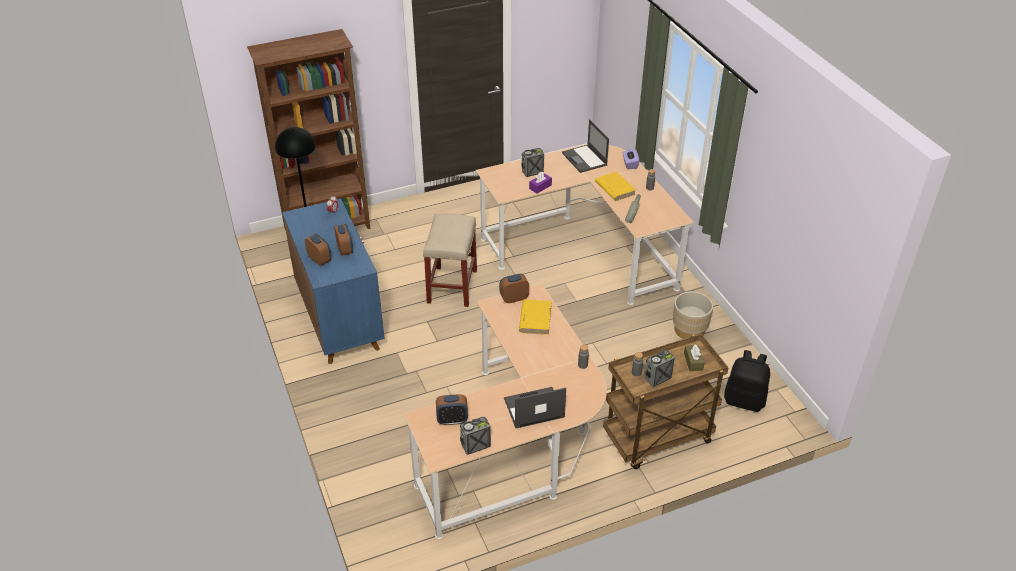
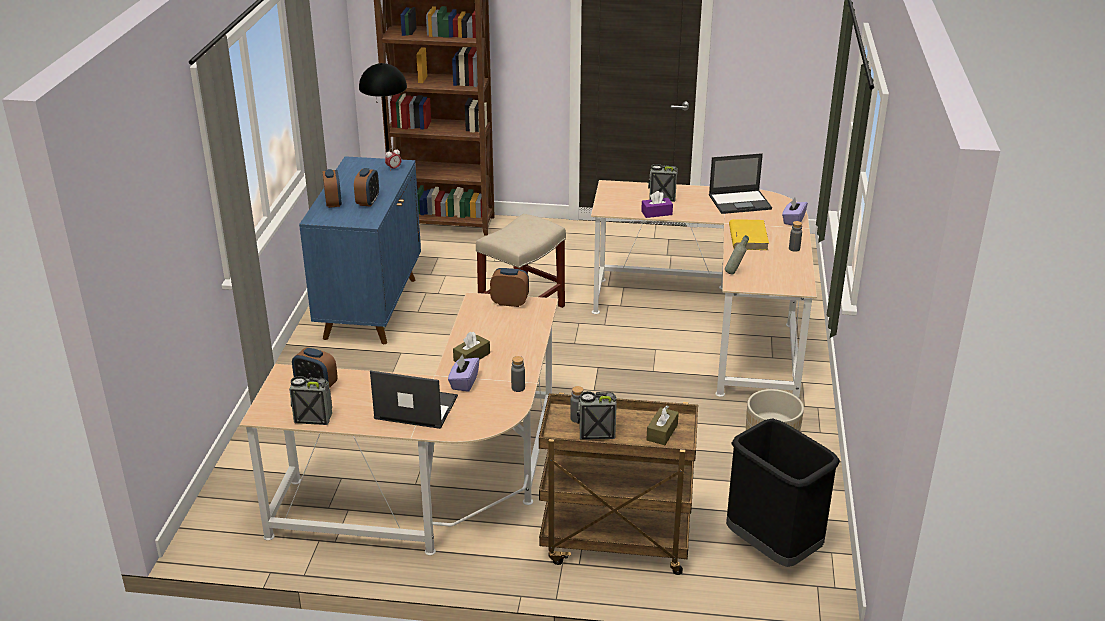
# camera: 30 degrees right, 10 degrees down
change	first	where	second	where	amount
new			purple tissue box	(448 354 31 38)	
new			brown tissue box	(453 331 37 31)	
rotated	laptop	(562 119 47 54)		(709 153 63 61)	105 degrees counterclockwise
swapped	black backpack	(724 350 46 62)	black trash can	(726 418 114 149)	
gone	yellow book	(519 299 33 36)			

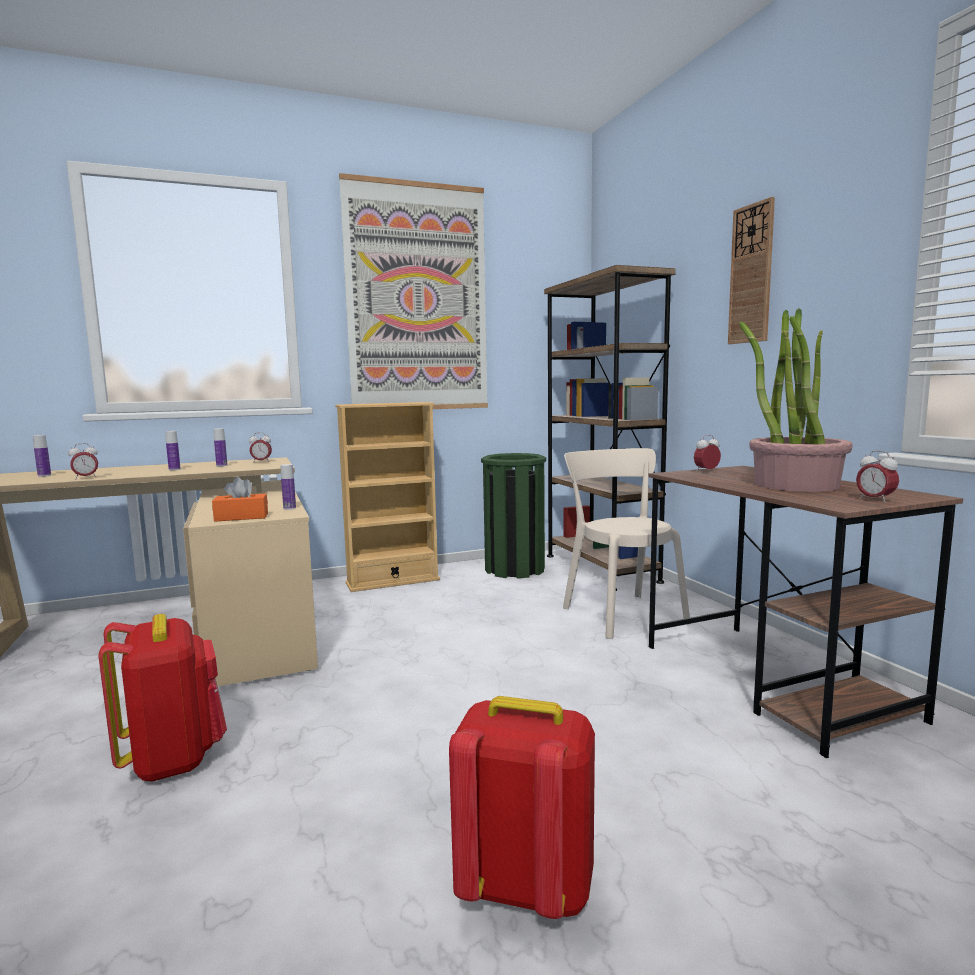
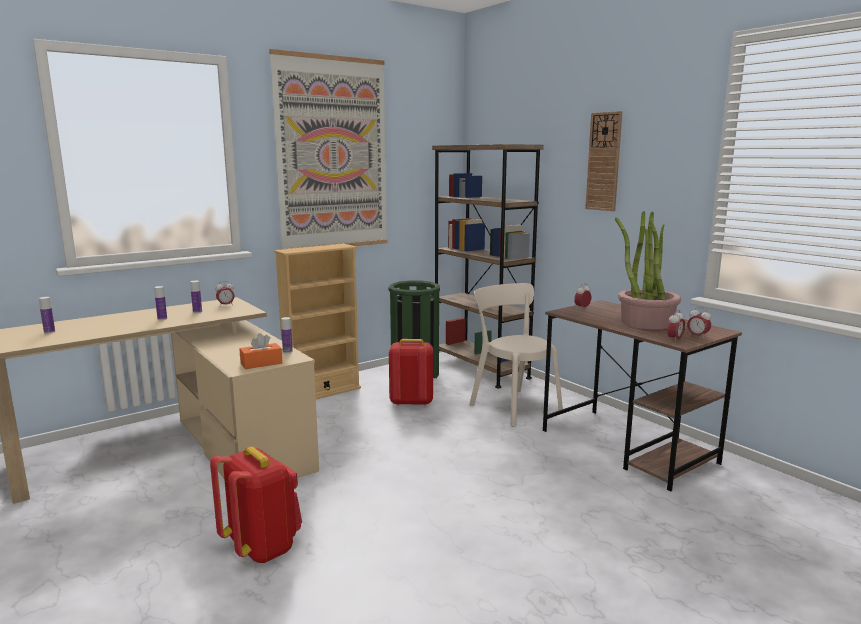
# camera: 15 degrees left, 5 degrees up
change	first	where	second	where	amount
shifted	red backpack	(449 696 146 223)		(389 339 44 67)	
shifted	alarm clock	(68 443 30 35)		(667 310 18 31)	

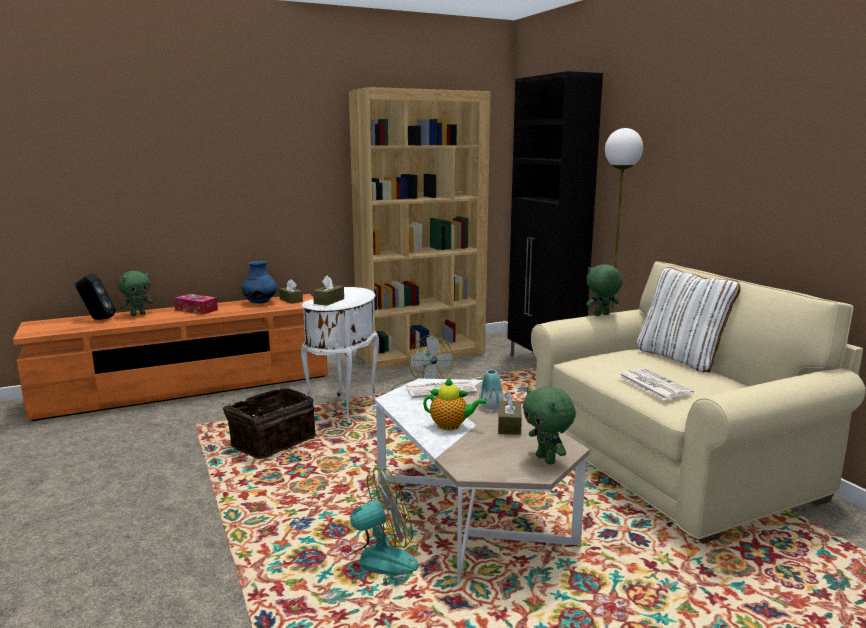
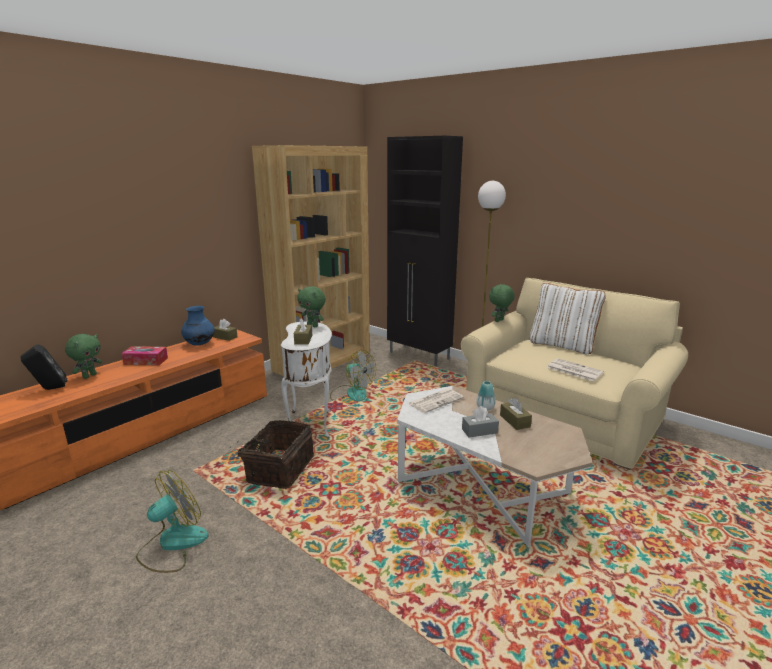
# camera: 25 degrees left, 5 degrees up
change	first	where	second	where	amount
shifted	fan	(331 467 88 119)		(136 470 72 103)	
shifted	green plush toy	(523 386 53 78)		(297 286 29 41)	
swapped	teapot	(423 378 64 52)	grey tissue box	(462 406 37 32)	

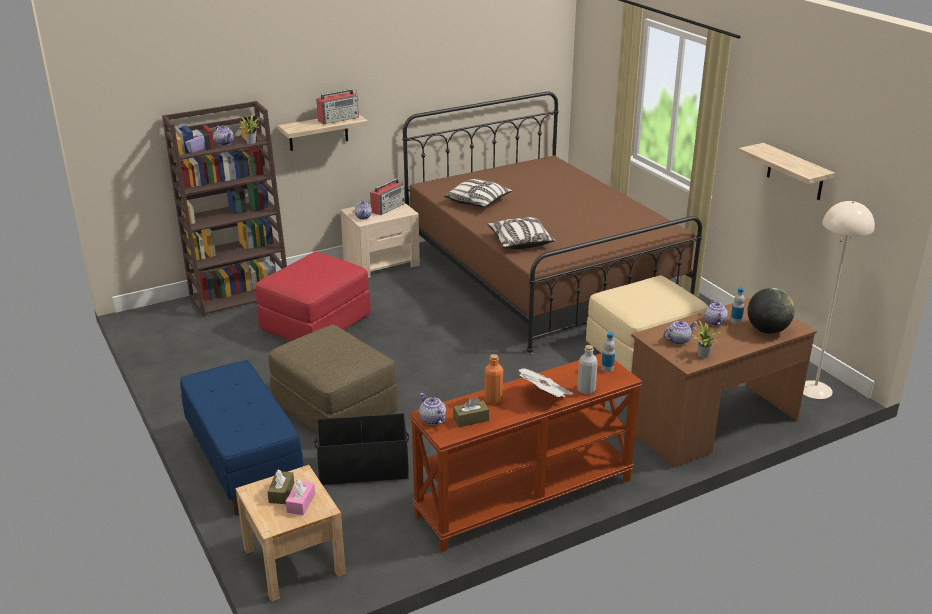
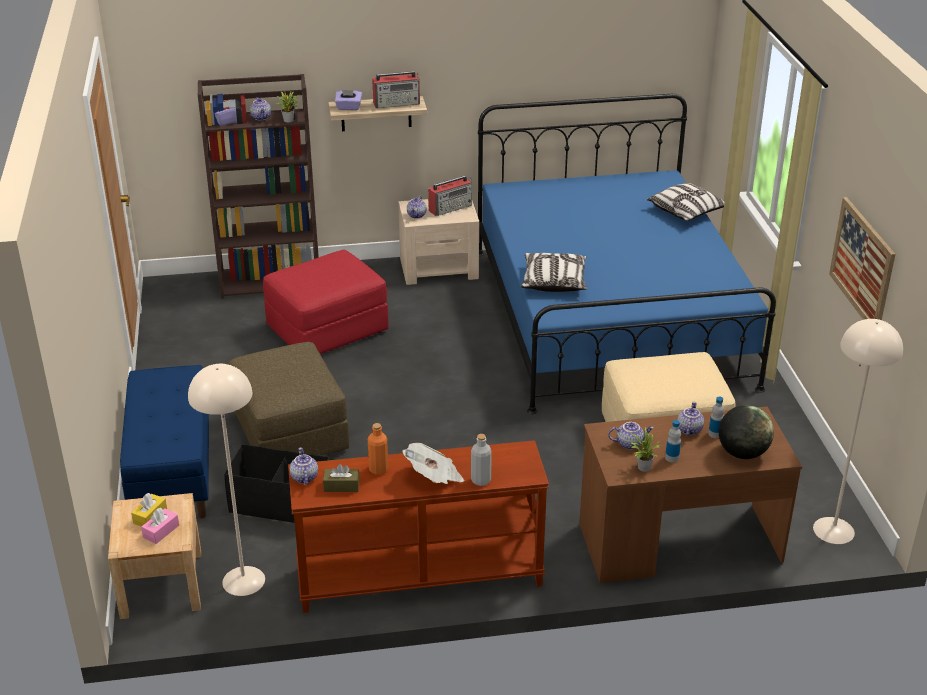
# camera: 20 degrees right, 5 degrees up
change	first	where	second	where	amount
repainted	brown tissue box	(267 469 27 35)	yellow tissue box	(131 493 36 34)	
new			beige floor lamp	(188 364 77 232)	
new			purple tissue box	(335 90 27 20)	
repainted	brown bed	(402 92 300 263)	blue bed	(478 94 298 320)	
shifted	pillow	(444 179 69 28)		(647 182 77 39)	
shifted	bottle	(601 332 14 40)		(665 420 16 42)	
swapped	shelf	(738 143 97 57)	picture	(829 197 66 123)	

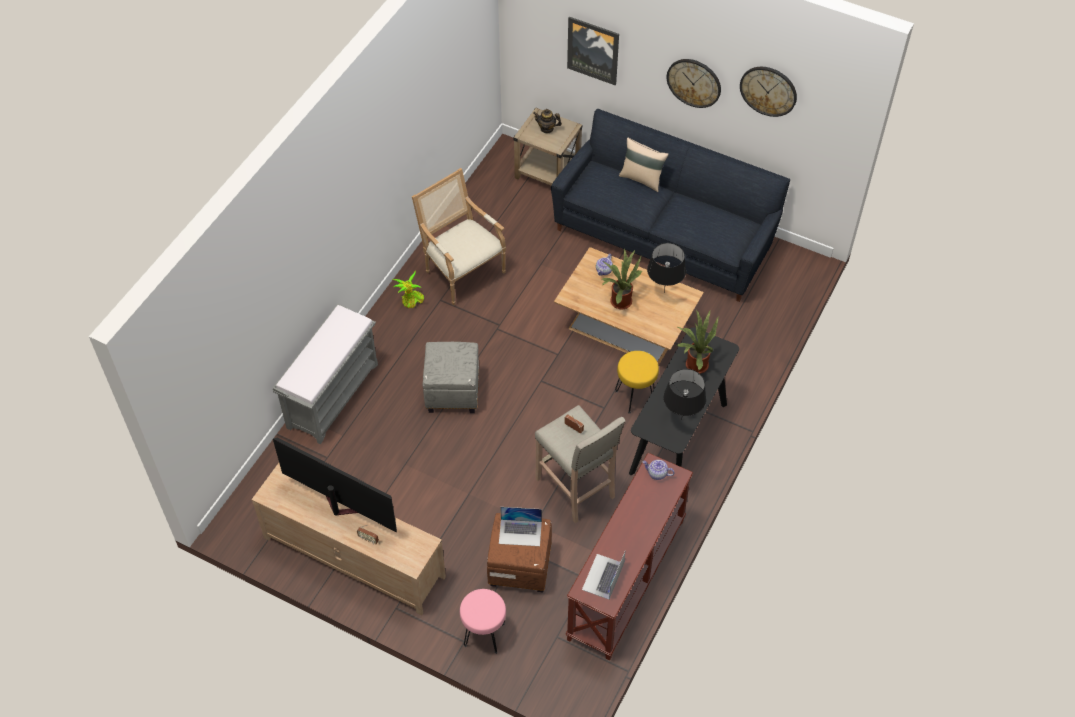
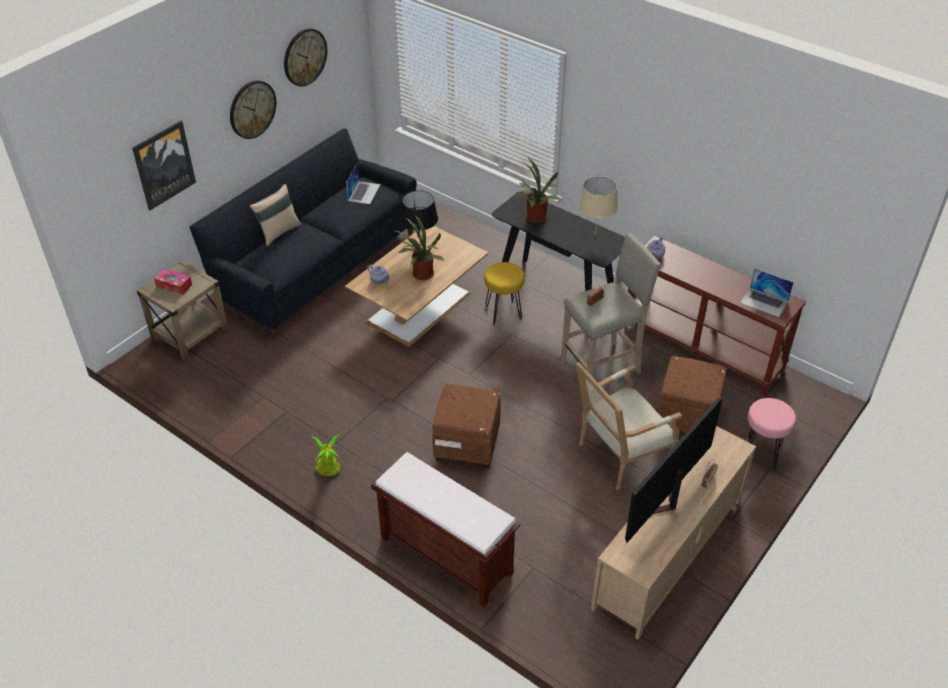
# camera: 80 degrees left, 10 degrees down
change	first	where	second	where	amount
swapped	teapot	(533 109 29 24)	tissue box	(154 269 38 26)	
shifted	laptop	(499 507 43 39)		(346 164 34 40)	
repainted	grey bench	(273 304 105 140)	brown bench	(371 452 149 155)	
repainted	grey ottoman	(423 342 56 71)	brown ottoman	(432 384 69 85)	
shifted	armchair	(412 168 94 137)		(576 362 106 129)	
repainted	black table lamp	(663 369 43 51)	beige table lamp	(578 176 40 59)	

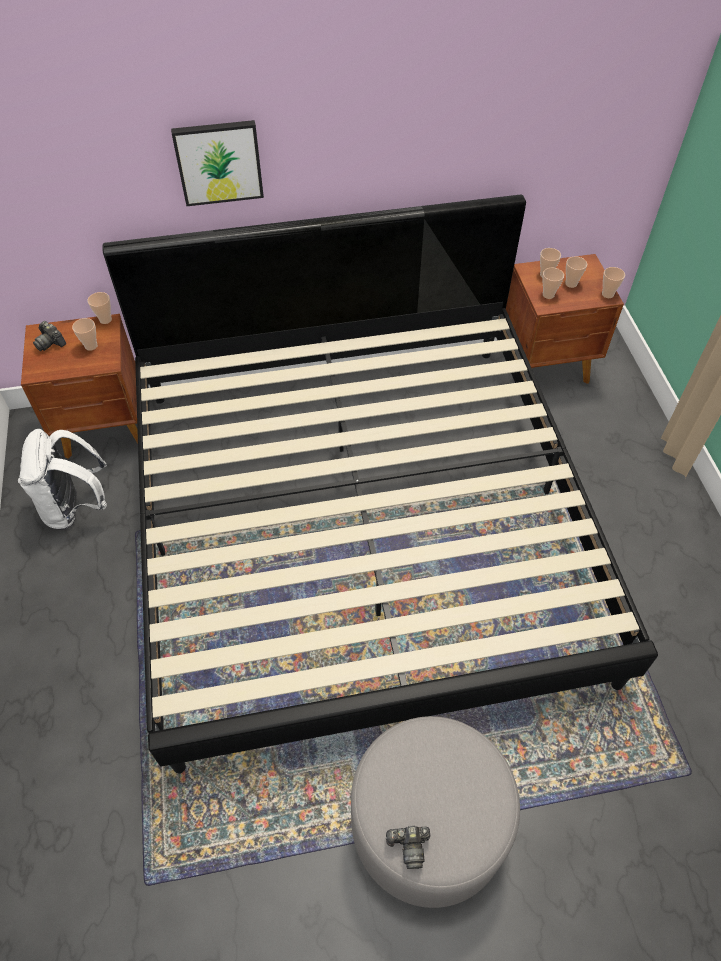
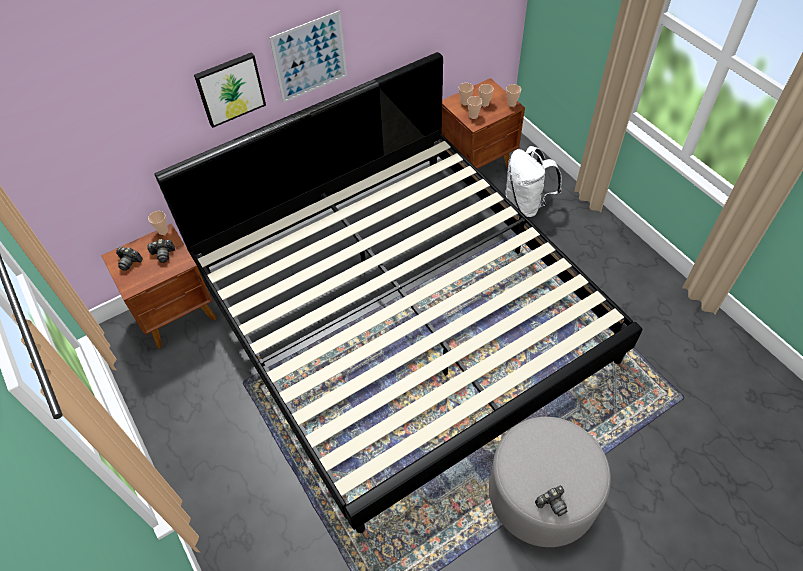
# camera: 20 degrees left, 0 degrees up
change	first	where	second	where	amount
swapped	cup	(72 318 26 33)	photo camera	(147 239 28 24)	
new			picture	(269 10 78 93)	
shifted	white backpack	(18 429 89 101)		(505 146 57 71)	

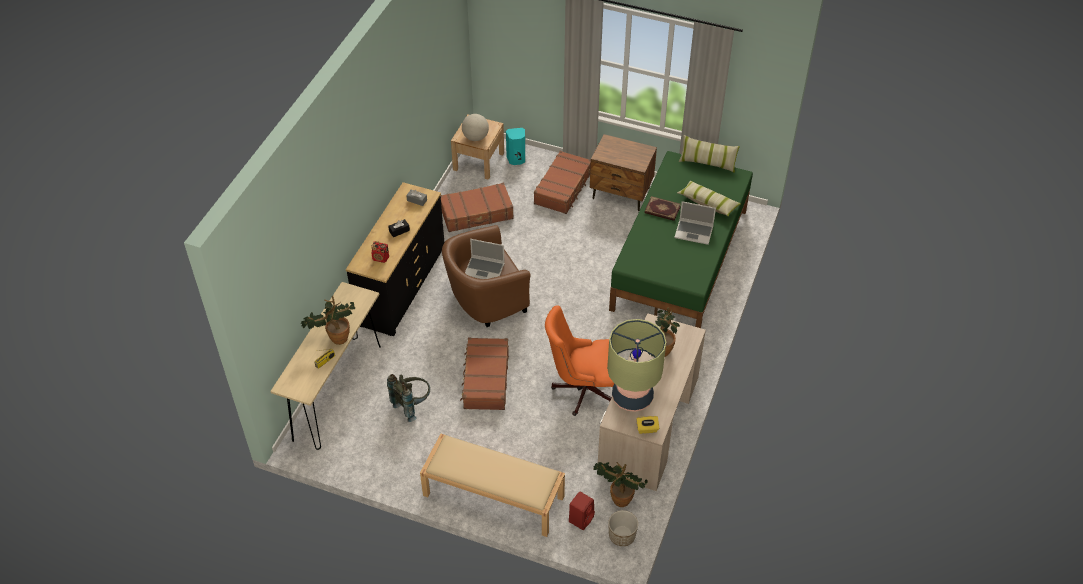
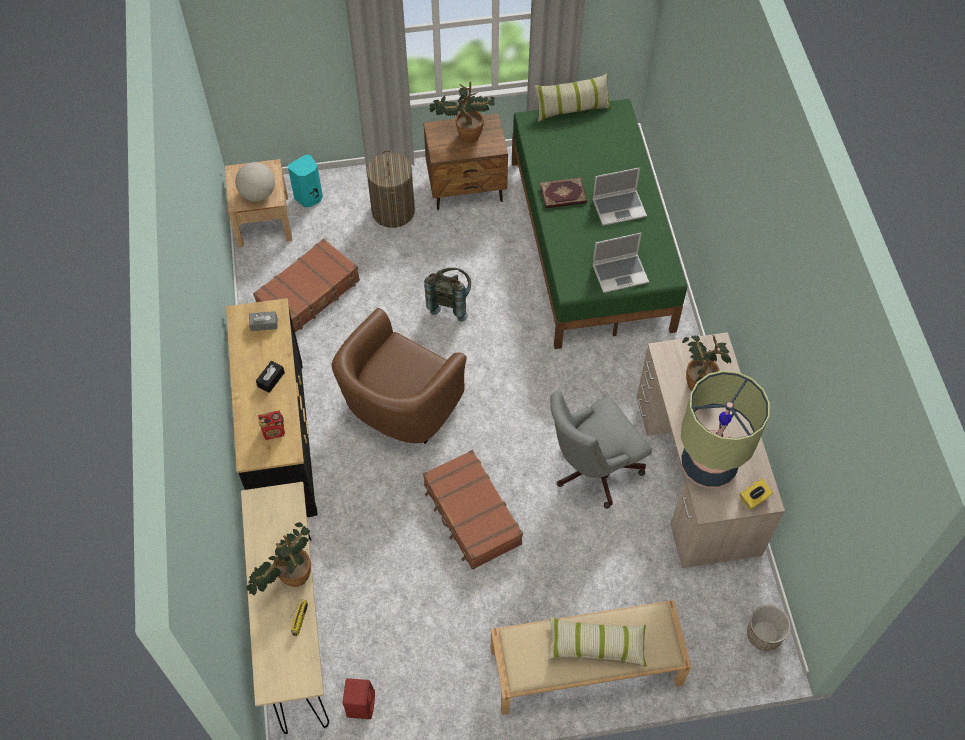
# camera: 30 degrees left, 10 degrees up
change	first	where	second	where	amount
shifted	red speaker	(569 491 26 39)		(343 678 32 41)	
swapped	brown suitcase	(534 151 57 63)	laundry basket	(366 150 49 78)	
shifted	grey backpack	(387 374 43 48)		(424 267 47 55)	
shifted	potted plant	(593 462 55 45)		(429 82 66 61)	
shifted	pillow	(677 181 64 35)		(548 617 99 50)	
repainted	orange office chair	(545 305 69 111)	grey office chair	(550 391 102 118)	
shifted	laptop	(465 239 40 40)		(592 233 57 60)	

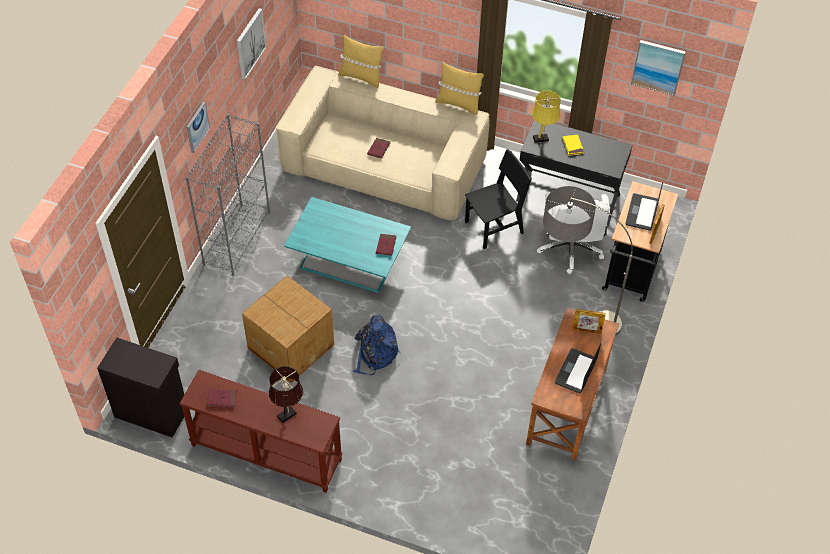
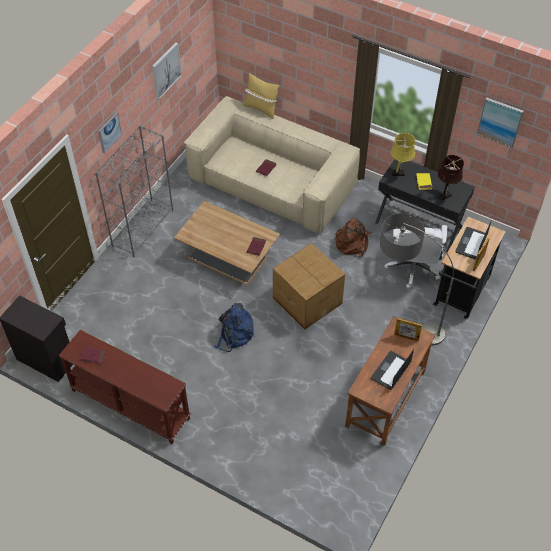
# camera: 10 degrees right, 0 degrees up
change	first	where	second	where	amount
repainted	turquoise coffee table	(284 197 127 96)	brown coffee table	(174 201 106 84)	
shifted	cardboard box	(242 276 92 107)		(273 243 72 87)	
swapped	black chair	(465 149 67 100)	brown backpack	(335 218 36 40)	
shifted	brown table lamp	(269 366 34 57)		(438 155 26 46)	
gone	yellow pillow	(435 62 49 53)			

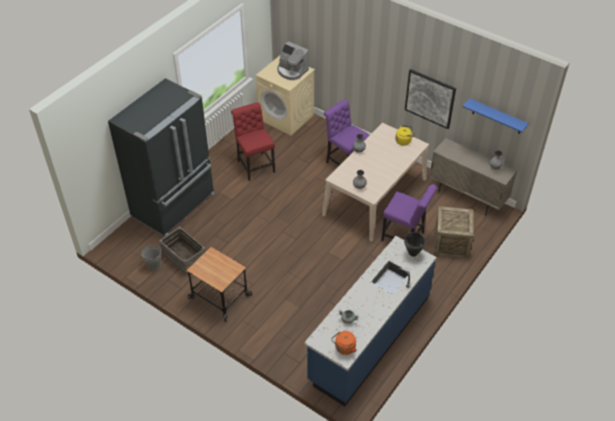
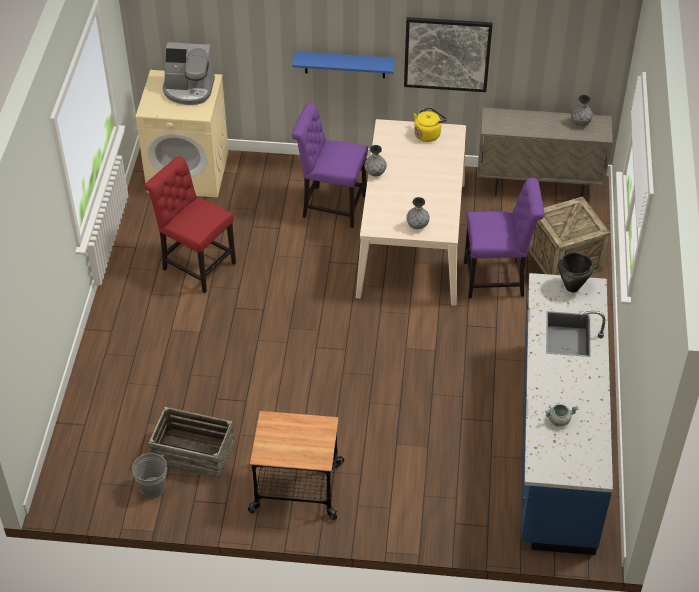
# camera: 30 degrees left, 0 degrees up
change	first	where	second	where	amount
shifted	blue shelf	(463 98 66 36)		(292 51 103 27)	
gone	black fridge	(108 78 107 158)			
gone	orange kettle	(331 331 26 24)			

